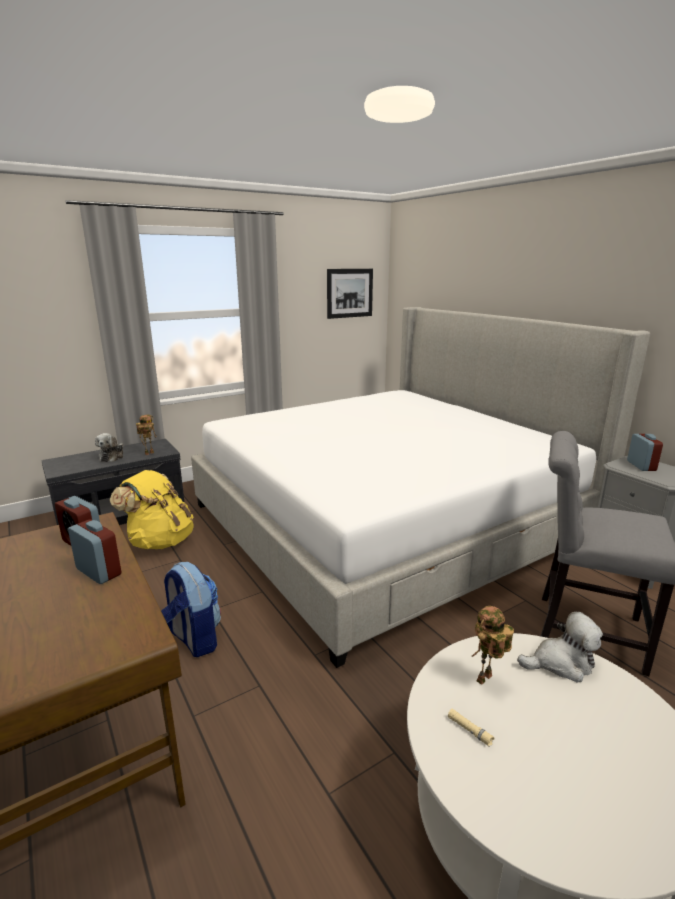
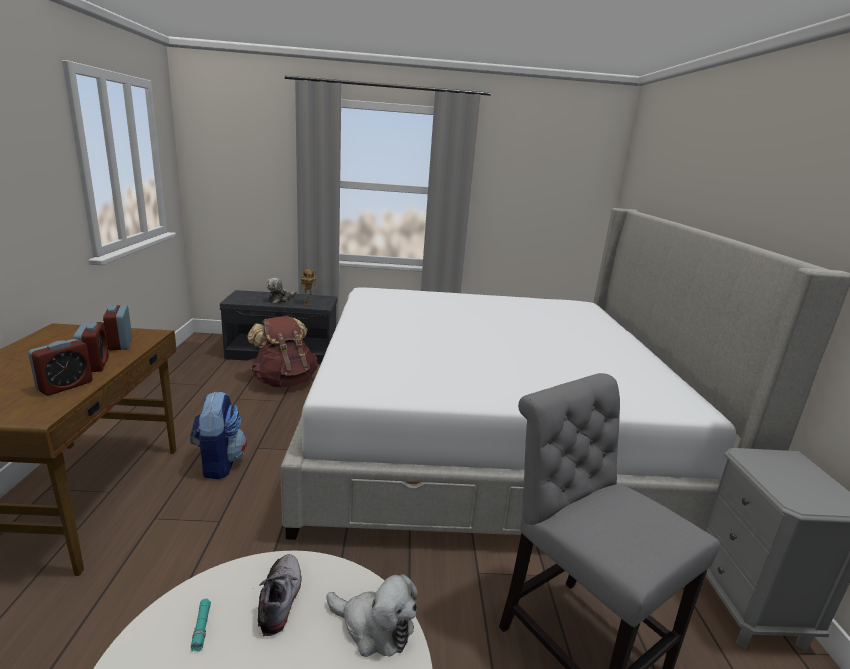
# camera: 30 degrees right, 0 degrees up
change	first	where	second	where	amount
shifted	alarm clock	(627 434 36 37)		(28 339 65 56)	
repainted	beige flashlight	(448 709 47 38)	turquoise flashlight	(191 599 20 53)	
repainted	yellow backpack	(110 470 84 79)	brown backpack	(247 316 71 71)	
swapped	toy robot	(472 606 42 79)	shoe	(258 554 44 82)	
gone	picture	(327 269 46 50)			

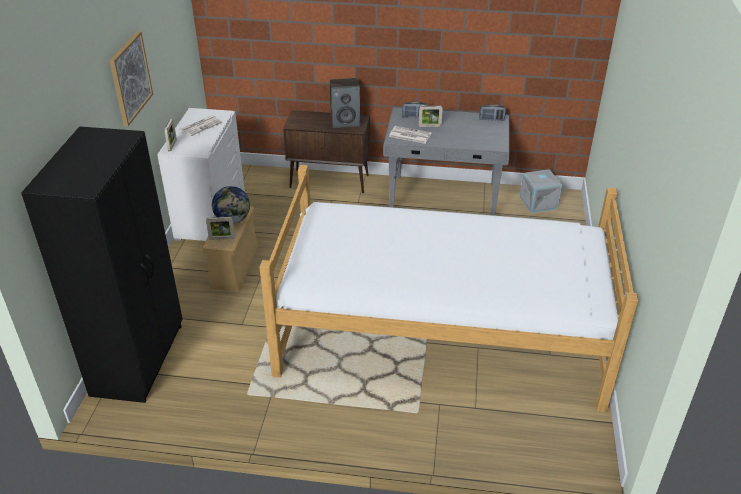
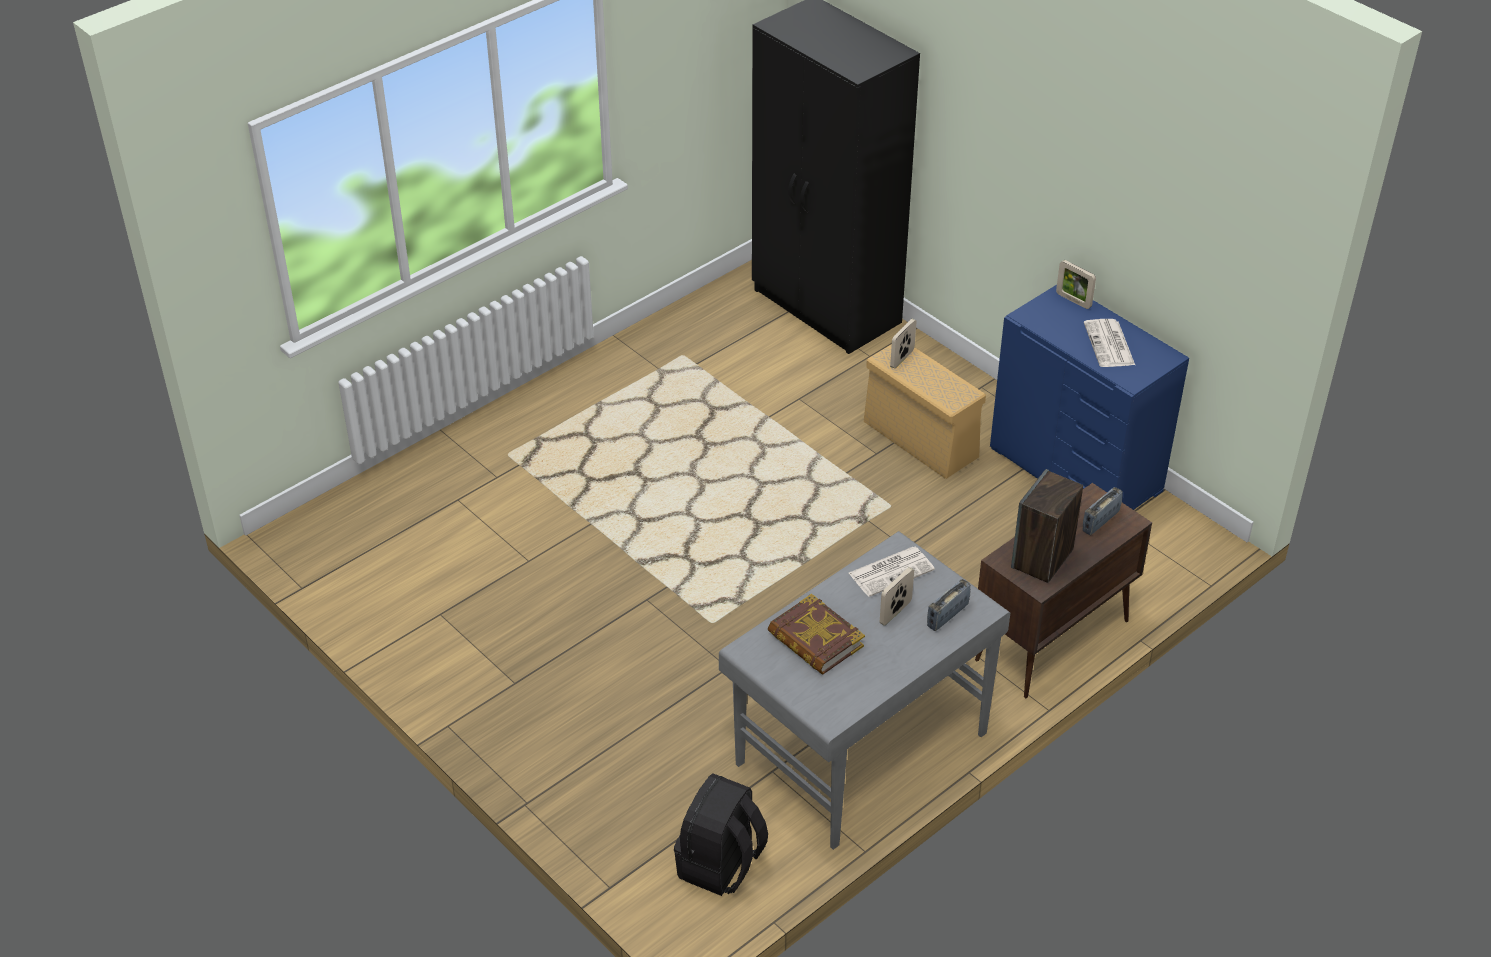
# camera: 130 degrees right, 5 degrees up
change	first	where	second	where	amount
swapped	grey storage box	(520 169 42 44)	black backpack	(674 774 94 122)	
new			book	(768 594 97 81)	
repainted	white dresser	(157 108 88 133)	blue dresser	(990 285 199 225)	
shifted	radio	(479 104 27 17)		(1082 487 41 48)	
gone	picture	(109 31 44 96)			
gone	globe	(212 186 38 38)			
gone	bed	(259 165 379 247)			

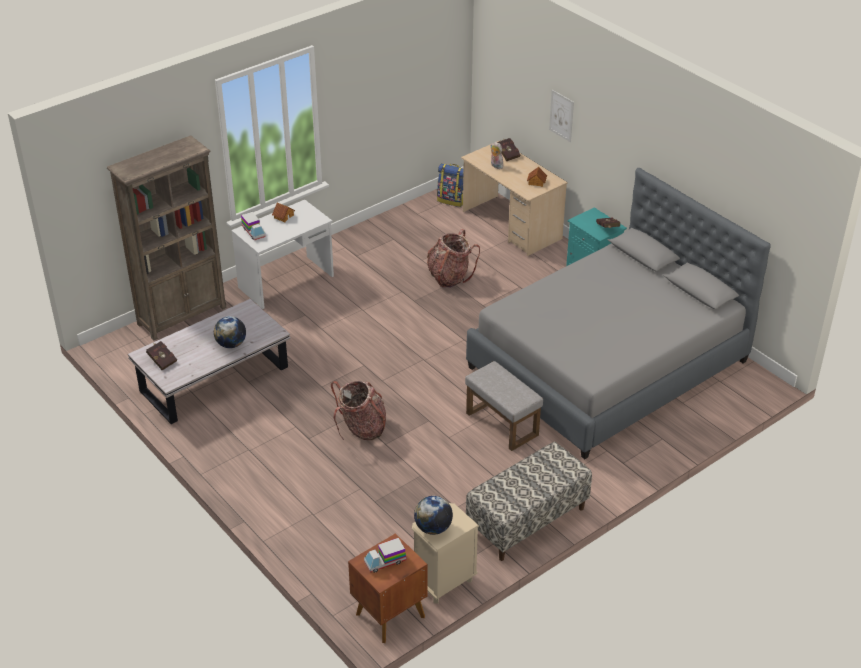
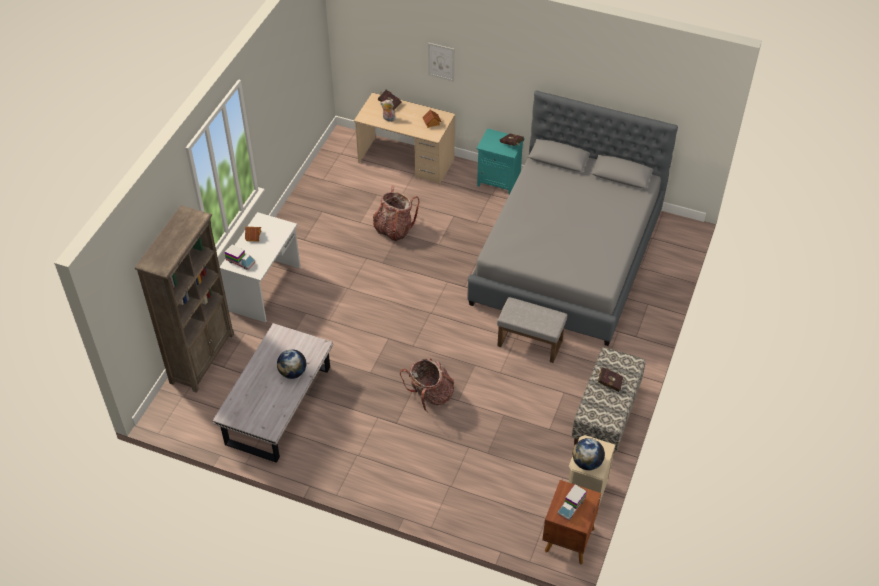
# camera: 30 degrees left, 10 degrees up
change	first	where	second	where	amount
shifted	red book	(146 341 31 29)		(596 367 27 25)	
gone	backpack	(437 163 27 44)			

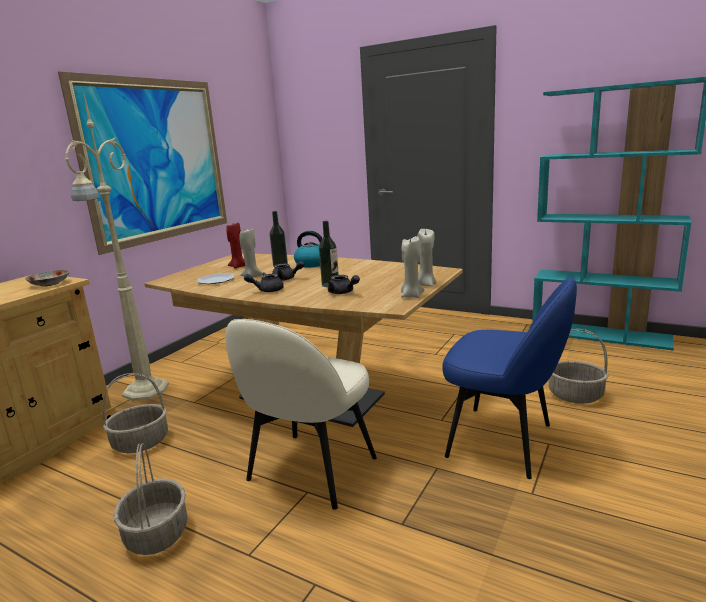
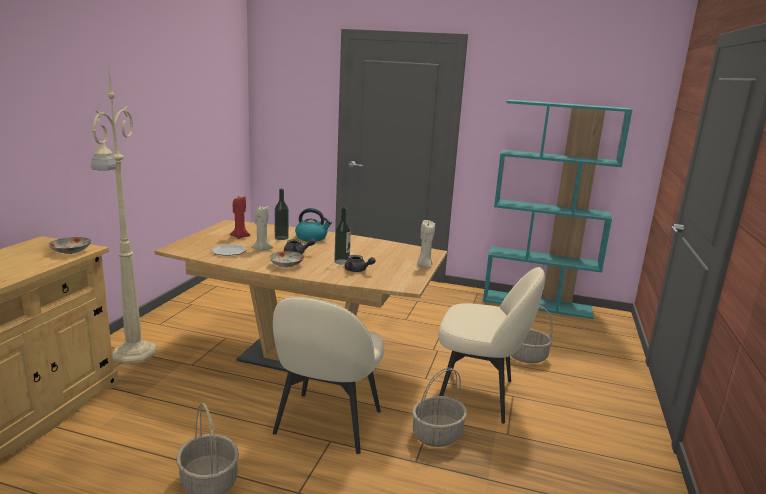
# camera: 15 degrees left, 0 degrees up
change	first	where	second	where	amount
swapped	grey teapot	(244 272 40 20)	plate	(269 251 35 17)	
shifted	basket	(102 373 66 80)		(412 368 55 79)	
repainted	blue chair	(443 277 134 202)	beige chair	(438 267 107 157)	
gone	picture	(58 71 169 184)			
gone	beige candle	(401 236 23 62)			

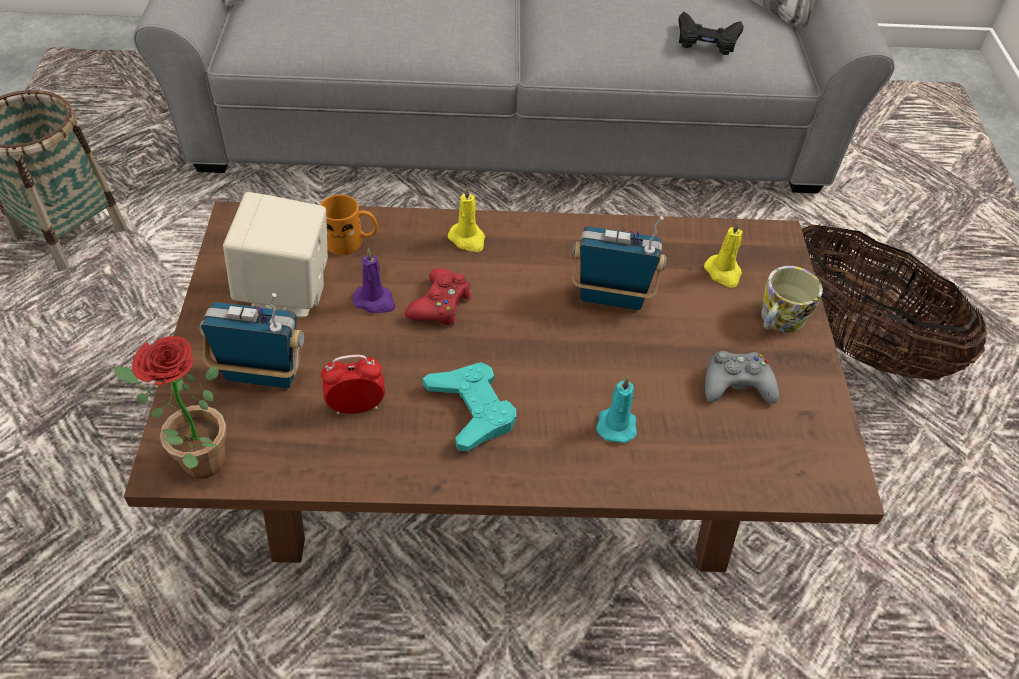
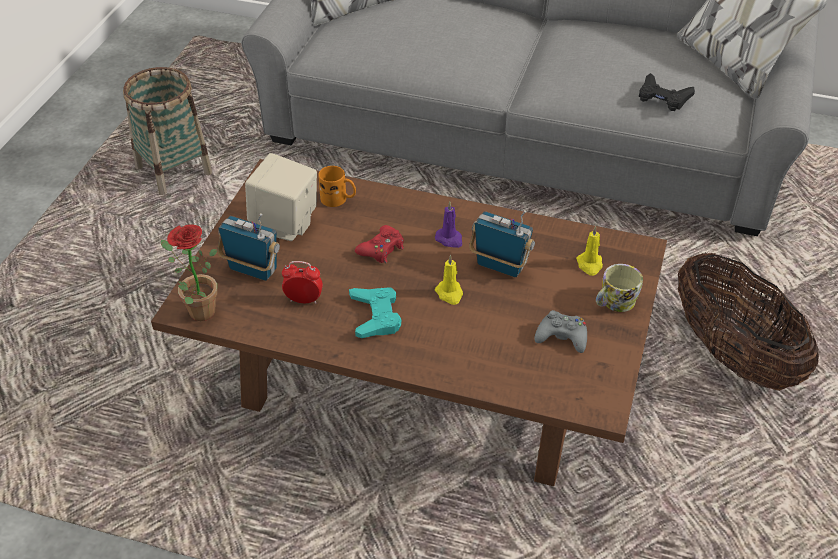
# camera: 20 degrees right, 5 degrees down
change	first	where	second	where	amount
shifted	purple candle	(353 248 43 65)		(435 201 27 47)	
shifted	yellow candle	(448 186 37 66)		(435 255 28 50)	
gone	turquoise candle	(596 376 41 67)			

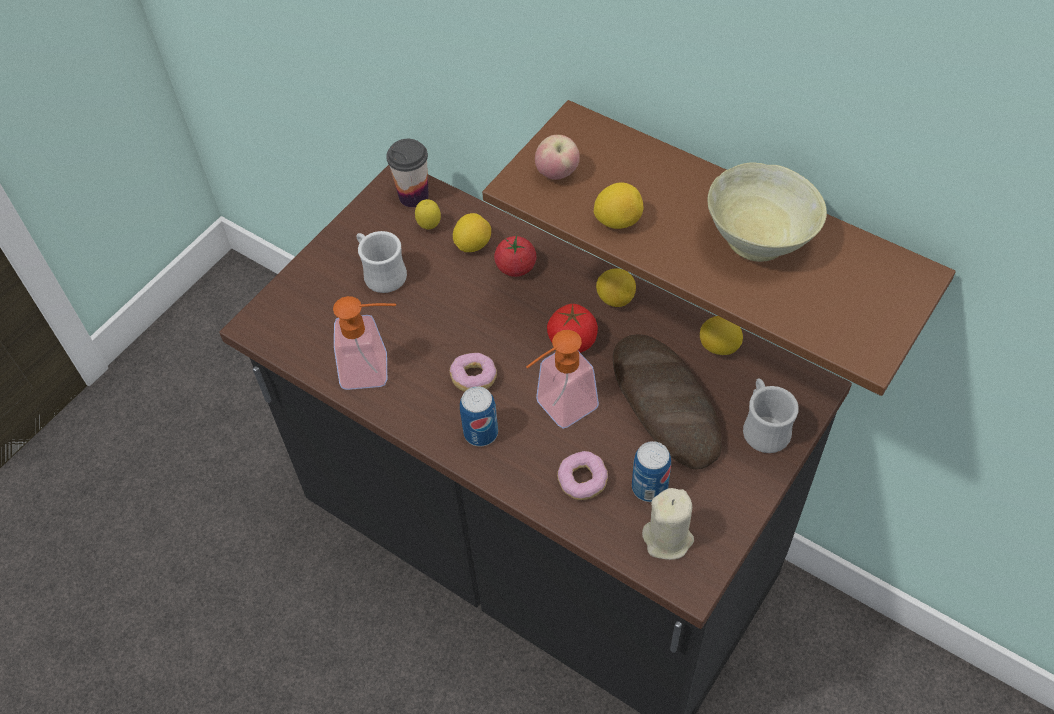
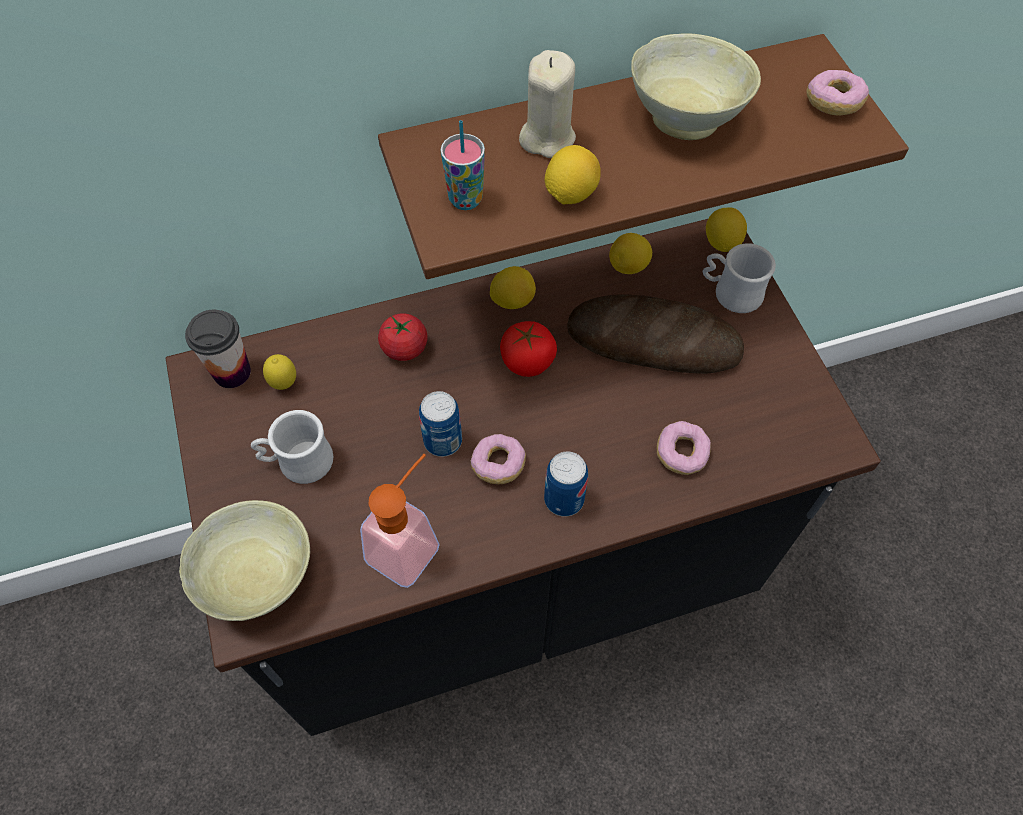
# camera: 55 degrees left, 5 degrees up
change	first	where	second	where	amount
new			beige bowl	(179 500 131 121)	
shifted	can	(632 441 39 61)		(419 391 43 66)	
swapped	apple	(535 135 45 45)	cup	(441 120 44 90)	
shifted	beige candle	(642 488 52 72)		(519 50 57 108)	
shifted	lemon	(453 213 38 39)		(706 207 41 45)	
new			donut	(807 70 62 46)	
gone	soap dispenser	(526 330 73 99)			

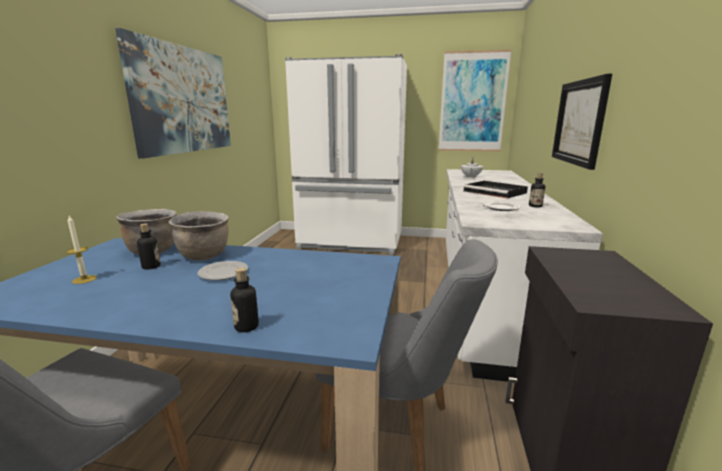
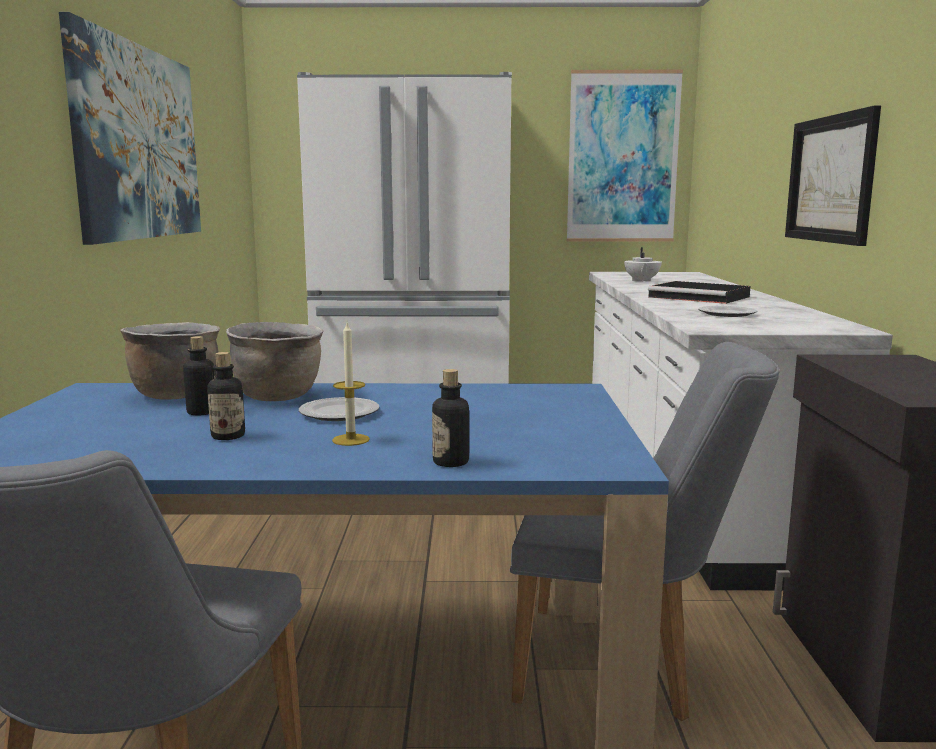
# camera: 10 degrees left, 5 degrees down
change	first	where	second	where	amount
shifted	bottle	(529 173 16 35)		(207 352 38 88)	
shifted	candle	(66 216 31 68)		(332 323 38 123)	

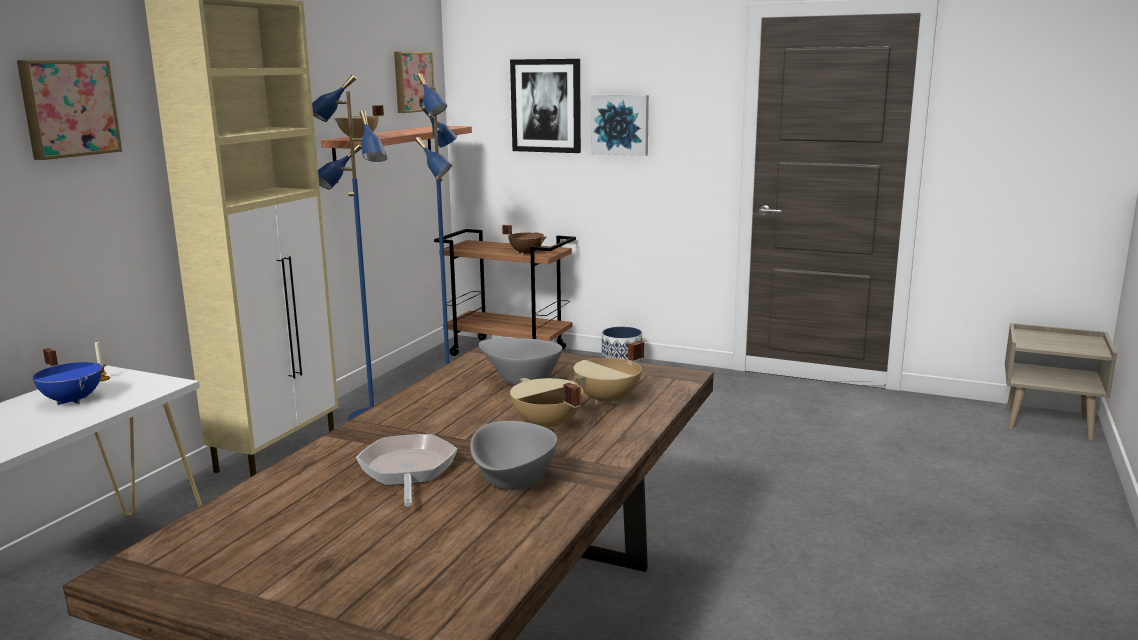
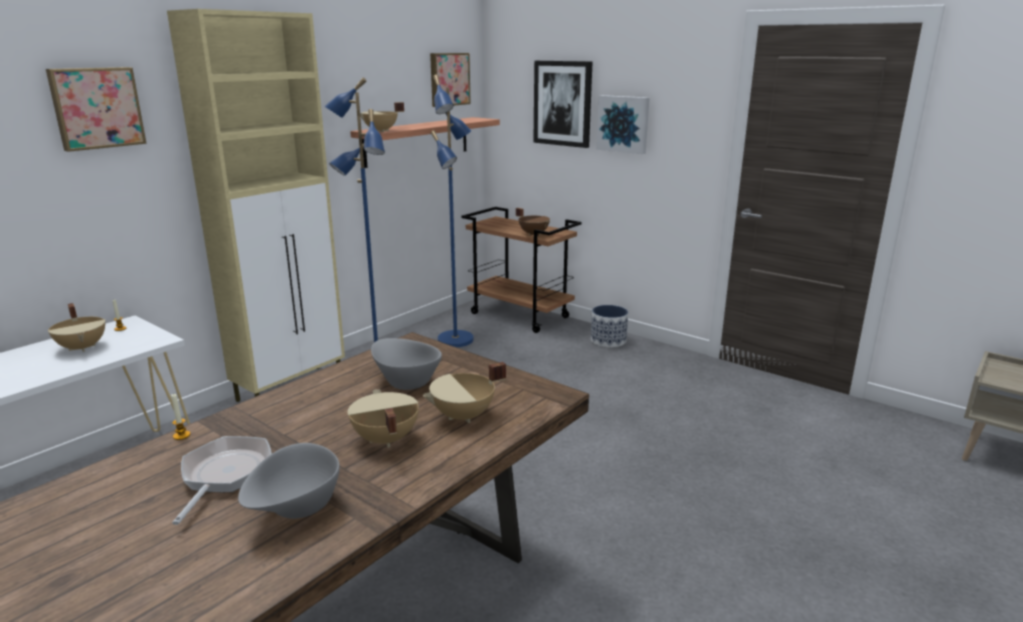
# camera: 15 degrees right, 5 degrees up
change	first	where	second	where	amount
repainted	blue cooking pot	(32 348 70 57)	beige cooking pot	(48 303 57 49)	
new			candle	(171 393 19 47)	

